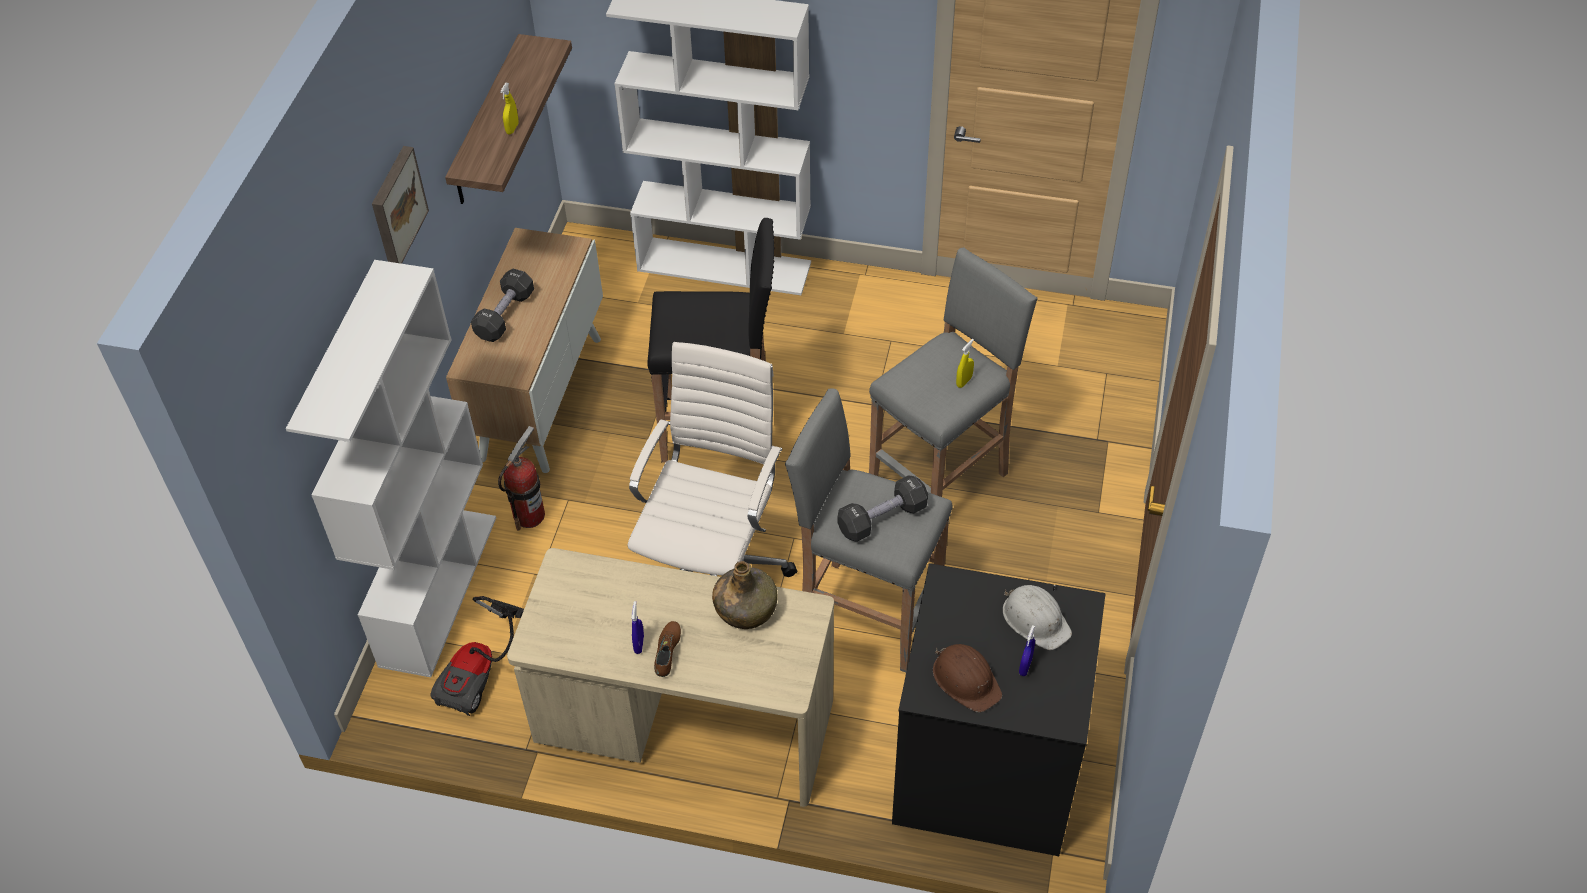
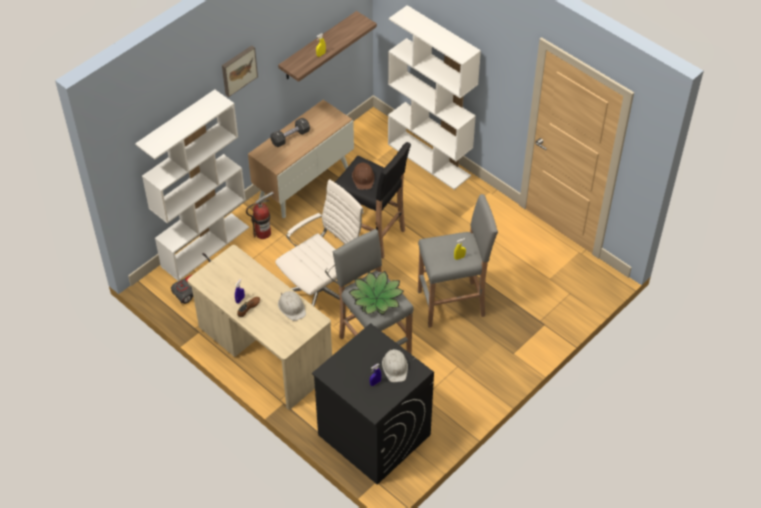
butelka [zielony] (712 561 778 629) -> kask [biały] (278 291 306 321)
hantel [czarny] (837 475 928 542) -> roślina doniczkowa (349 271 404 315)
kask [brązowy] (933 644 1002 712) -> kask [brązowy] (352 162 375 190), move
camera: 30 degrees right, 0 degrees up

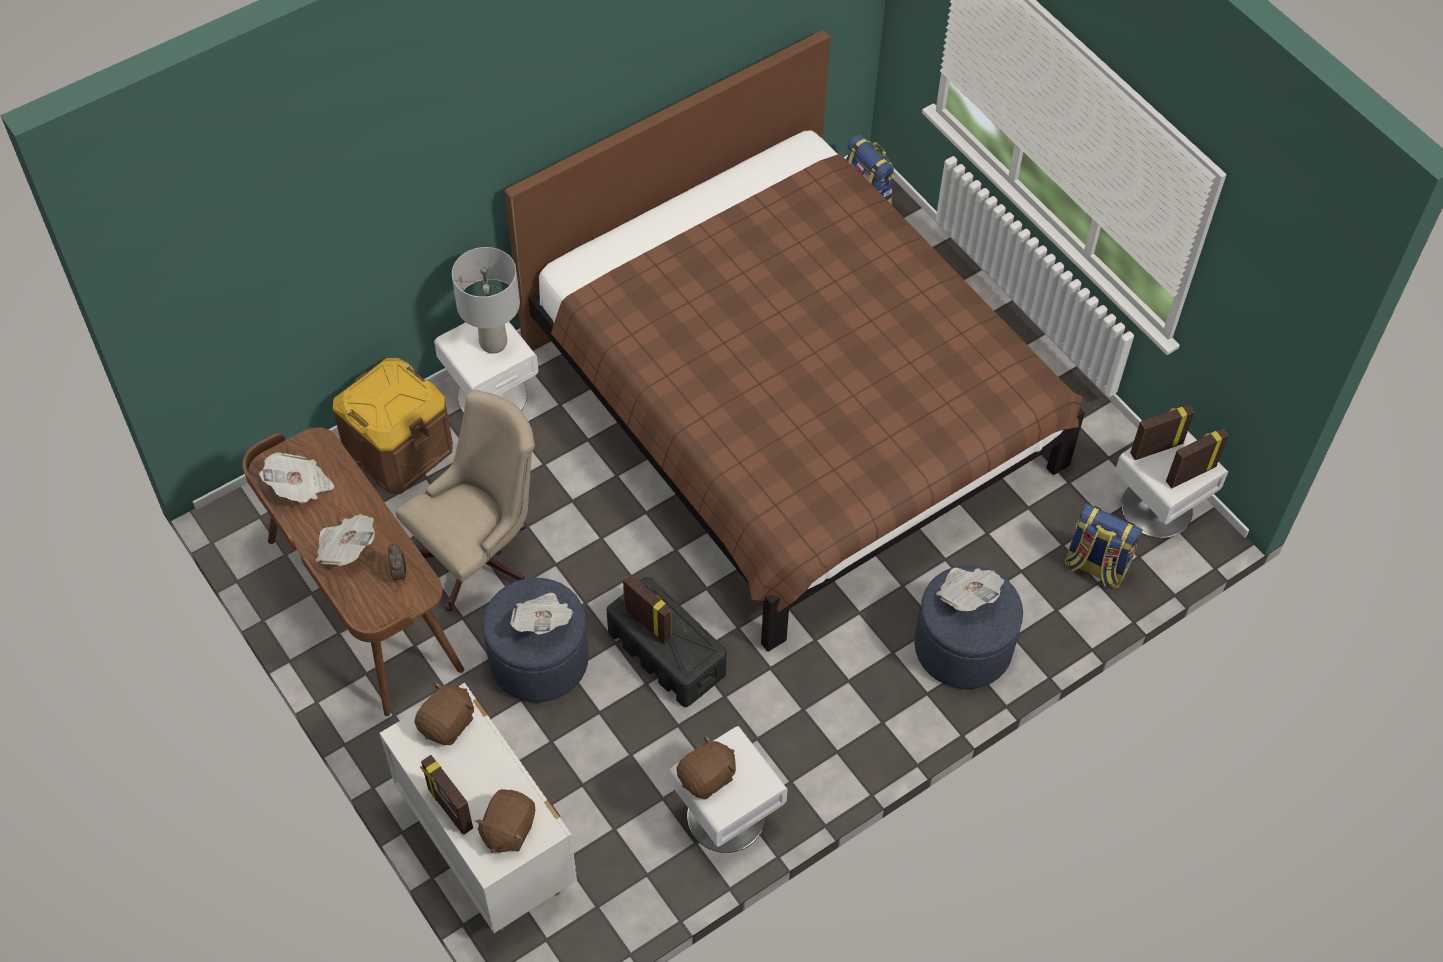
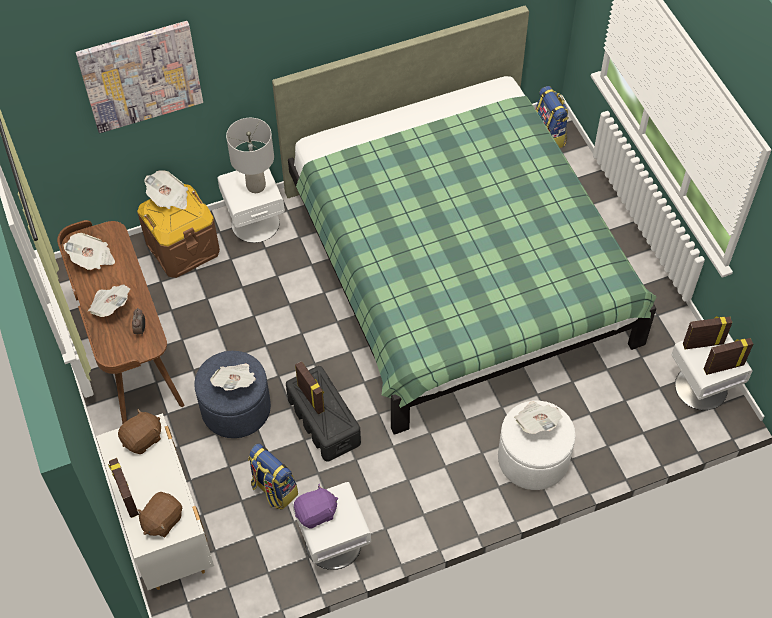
krzesło biurowe [beżowy] (396 390 535 612) -> none
łóżko [brązowy] (504 30 1085 652) -> łóżko [zielony] (272 6 657 434)
pluszak [brązowy] (676 735 736 799) -> pluszak [fioletowy] (294 484 338 529)
pufa [niebieski] (914 565 1023 689) -> pufa [biały] (498 401 575 490)
plecak (1065 503 1143 588) -> plecak (248 444 298 510), move
none -> obraz (76 21 203 133)
none -> gazeta (144 170 188 209)
camera: 15 degrees right, 0 degrees up

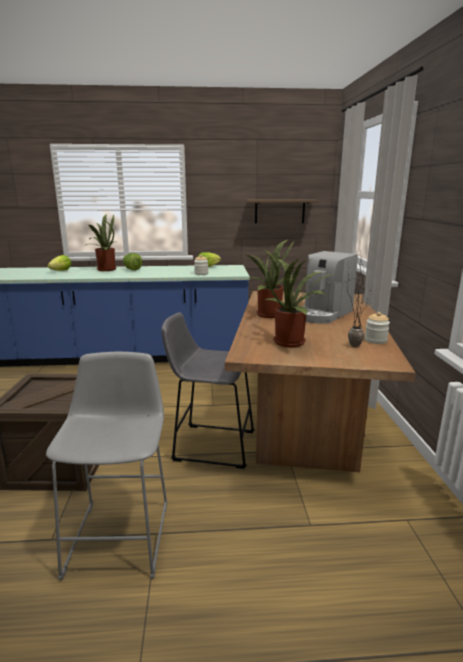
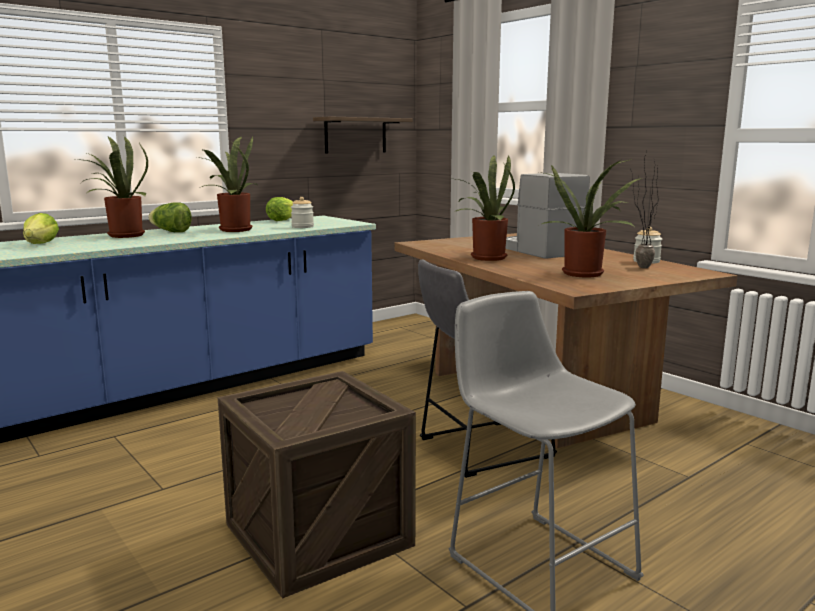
ekspres do kawy (302 251 358 323) -> ekspres do kawy (505 173 590 259), 150 degrees clockwise
none -> roślina doniczkowa (197 137 258 232)
camera: 35 degrees left, 5 degrees down

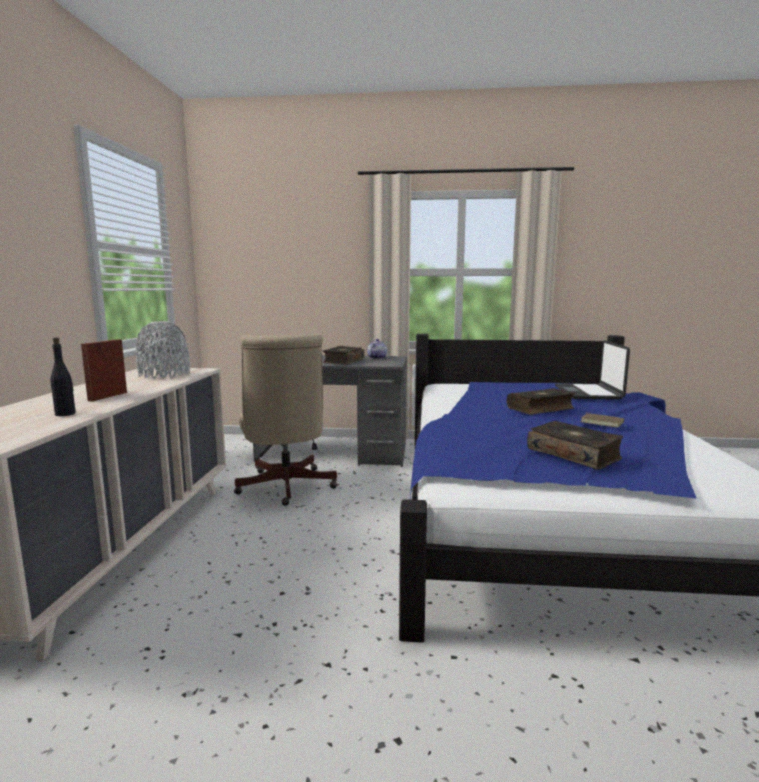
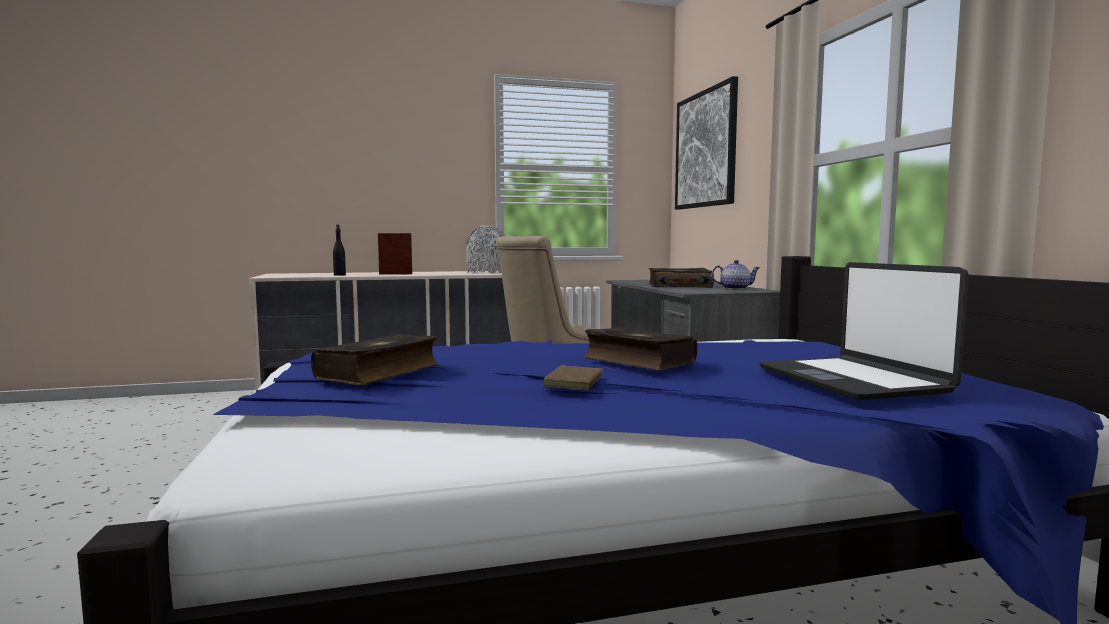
laptop (555 340 630 400) -> laptop (760 262 969 401), 90 degrees counterclockwise
none -> obraz (675 76 738 210)
camera: 70 degrees right, 5 degrees down

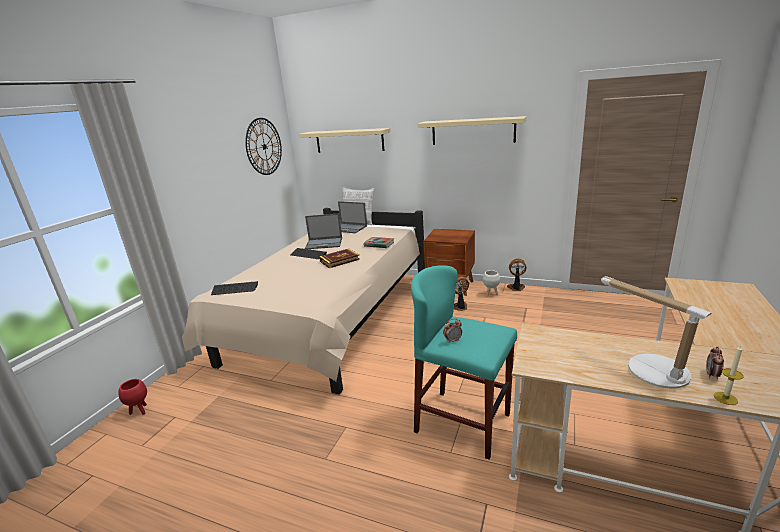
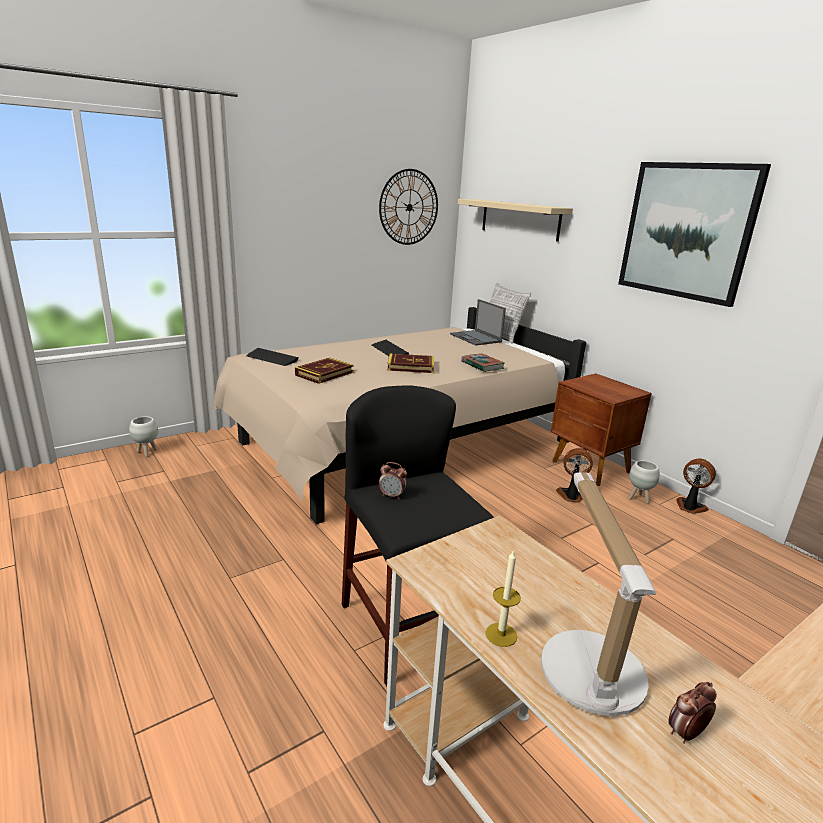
donica [czerwony] (118 379 147 415) -> donica [biały] (129 416 158 457)
laptop (305 213 342 249) -> none
stołek [turkusowy] (411 265 517 460) -> stołek [czarny] (342 385 494 686)
półka [beżowy] (417 116 526 145) -> obraz (618 162 771 307)
świeca (714 345 744 405) -> świeca (485 549 521 647), move
none -> książka (295 358 354 384)
camera: 30 degrees right, 0 degrees up

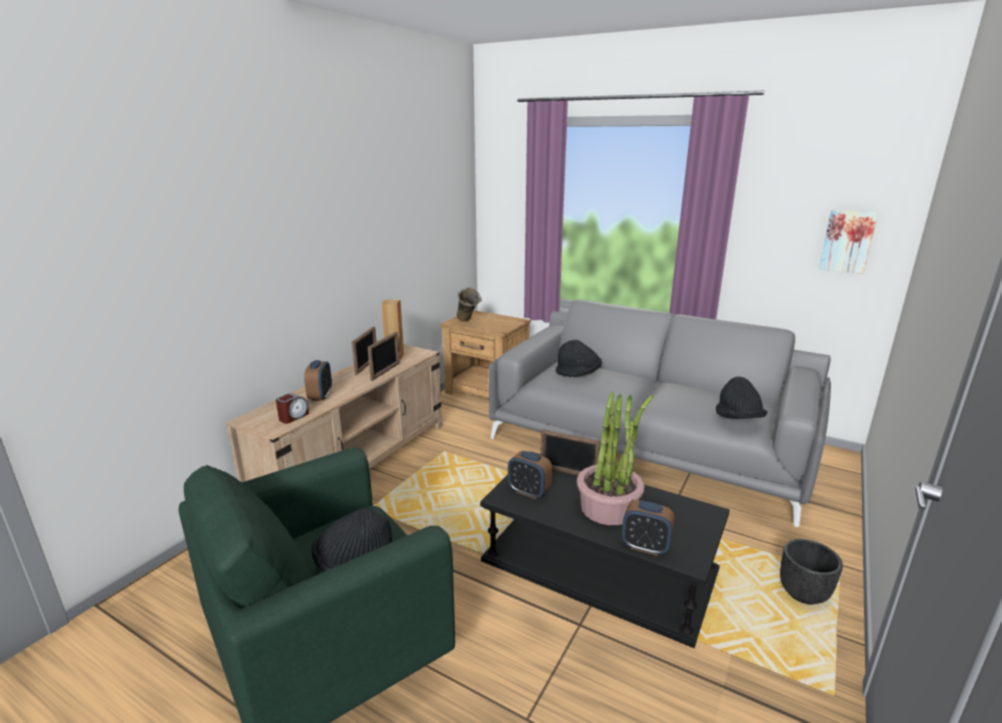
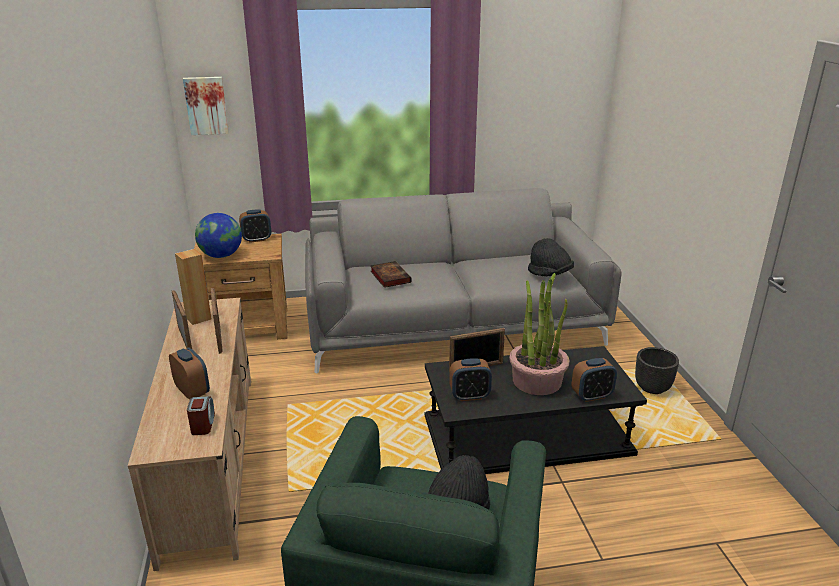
wazon [beżowy] (457 287 482 322) -> globus (195 213 242 258)
kapelusz [czarny] (556 340 602 377) -> książka (371 261 412 288)
obraz (819 209 878 274) -> obraz (183 77 229 135), move
none -> budzik (239 209 271 243)
camera: 40 degrees left, 5 degrees up

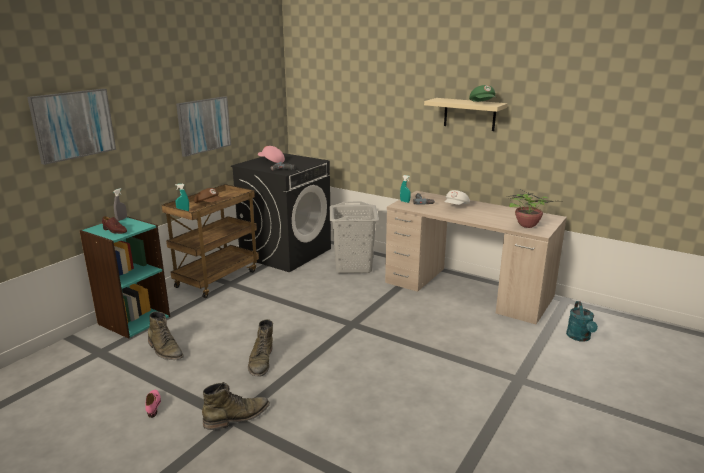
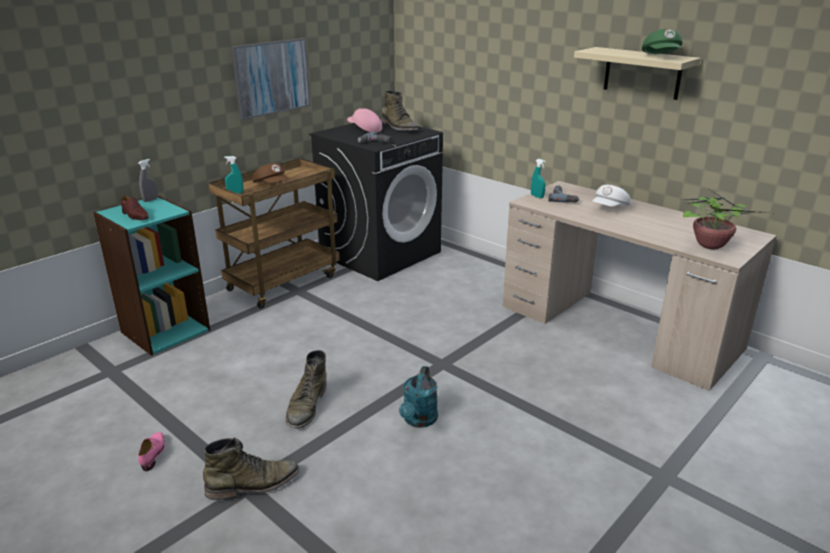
obraz (27 89 116 165) -> none
but z cholewką [zielony] (148 311 184 360) -> but z cholewką [zielony] (381 90 419 130), move
kosz na pranie [szary] (330 202 379 274) -> none
konewka [turkusowy] (566 301 598 342) -> konewka [turkusowy] (399 366 438 428), move
camera: 10 degrees right, 5 degrees up

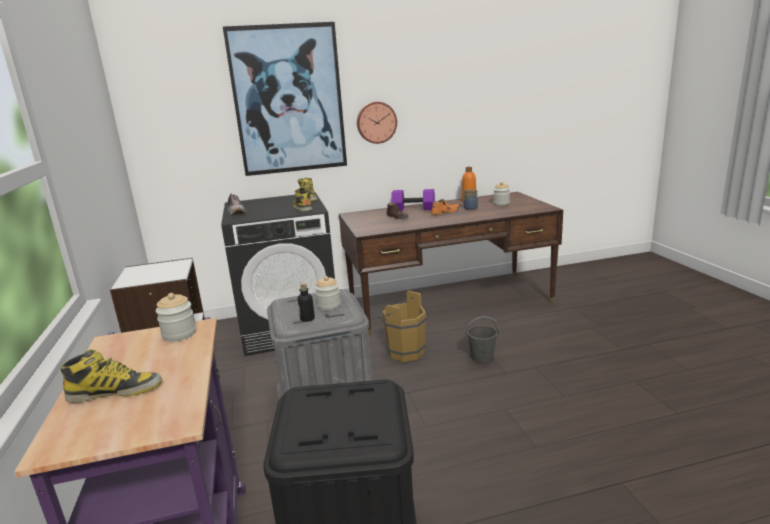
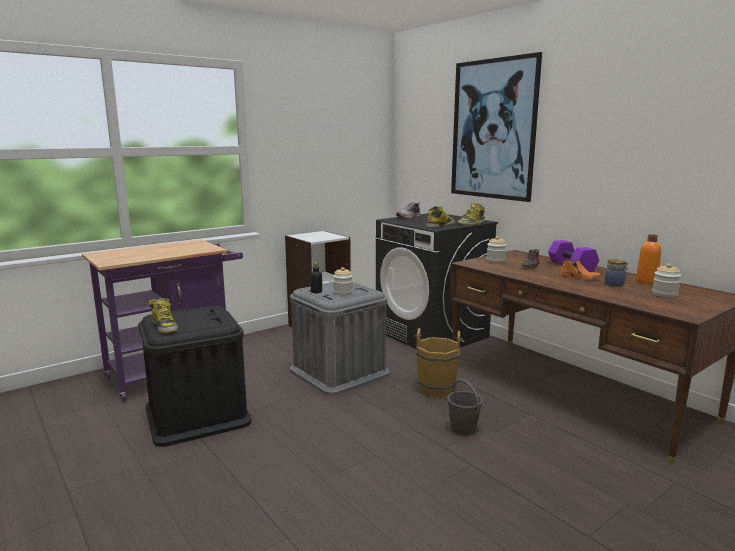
but z cholewką (61 349 162 403) -> but z cholewką (149 298 178 333), move
słoik (156 293 196 342) -> słoik (487 236 506 263), move
zegar ścienny (357 102 397 144) -> none
camera: 65 degrees right, 5 degrees down

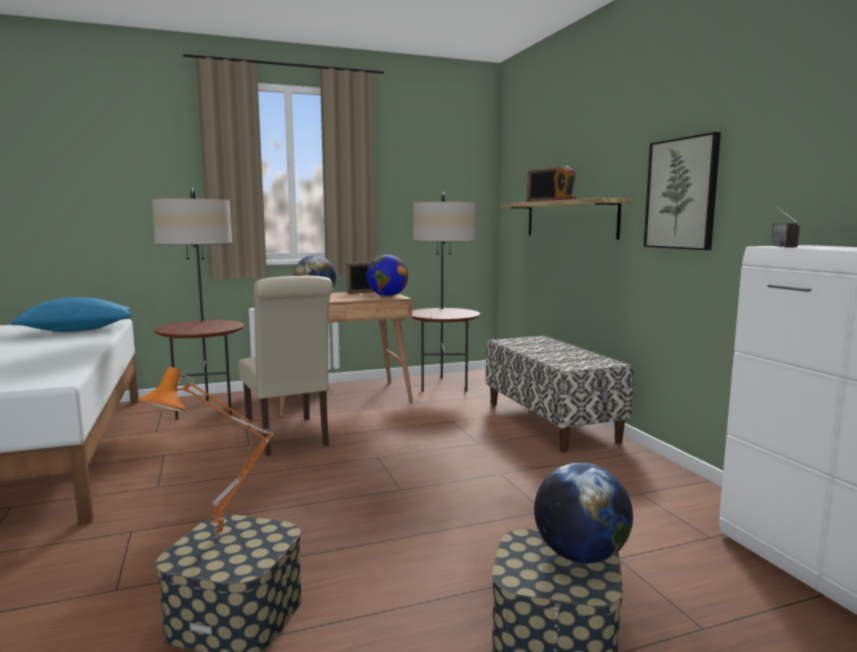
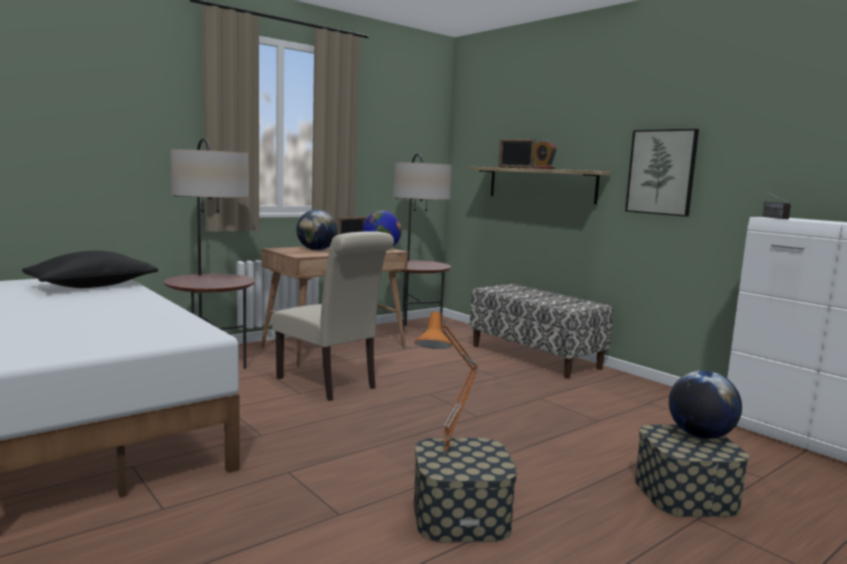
poduszka [niebieski] (10 297 132 332) -> poduszka [czarny] (22 251 158 288)
camera: 20 degrees left, 0 degrees up

